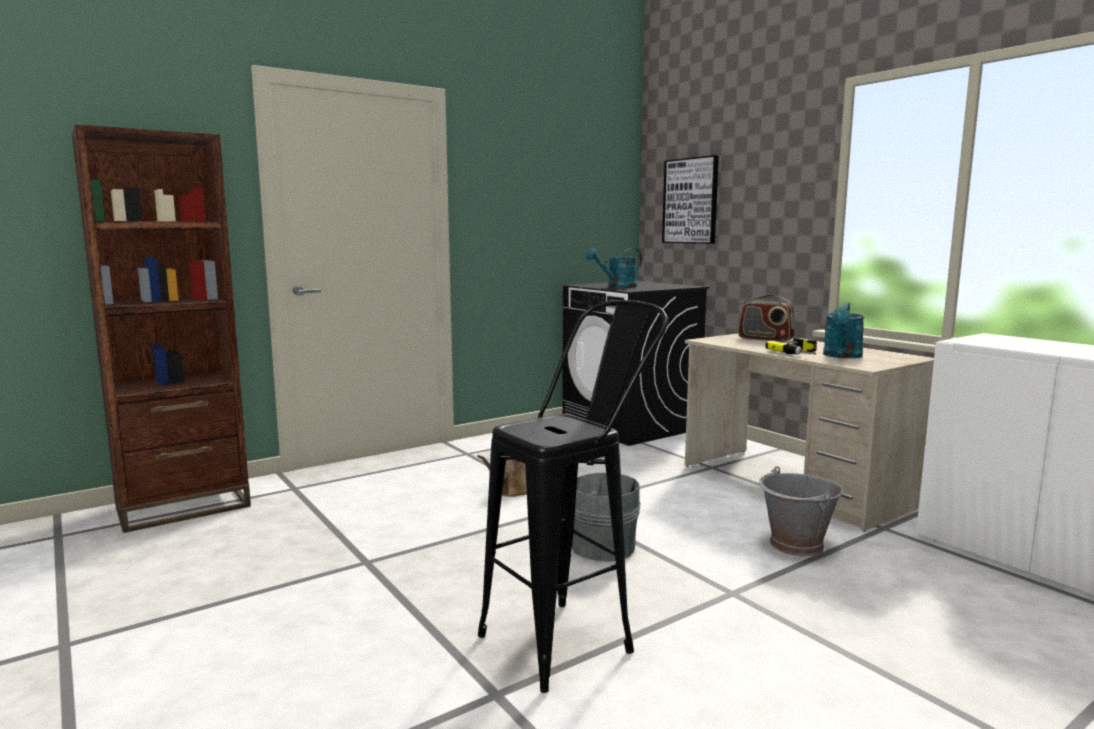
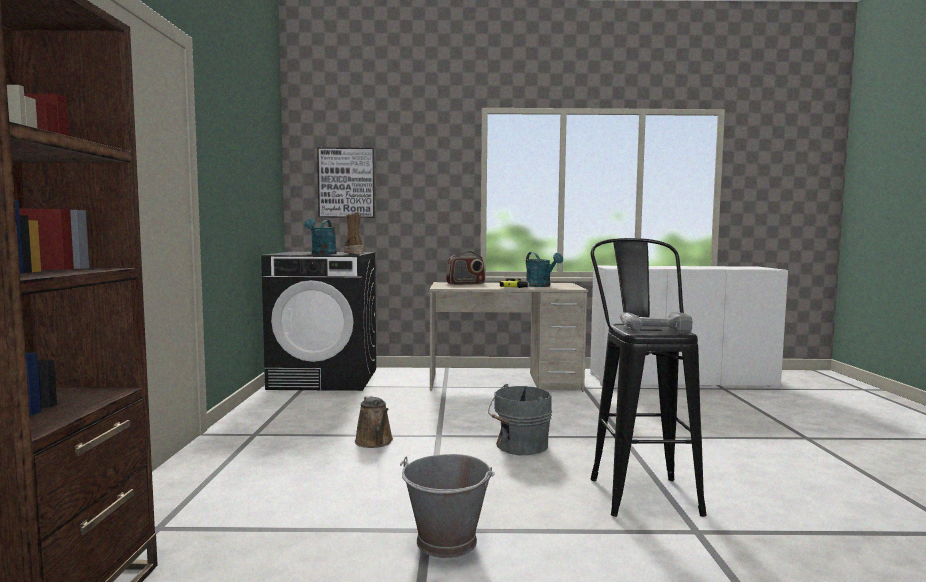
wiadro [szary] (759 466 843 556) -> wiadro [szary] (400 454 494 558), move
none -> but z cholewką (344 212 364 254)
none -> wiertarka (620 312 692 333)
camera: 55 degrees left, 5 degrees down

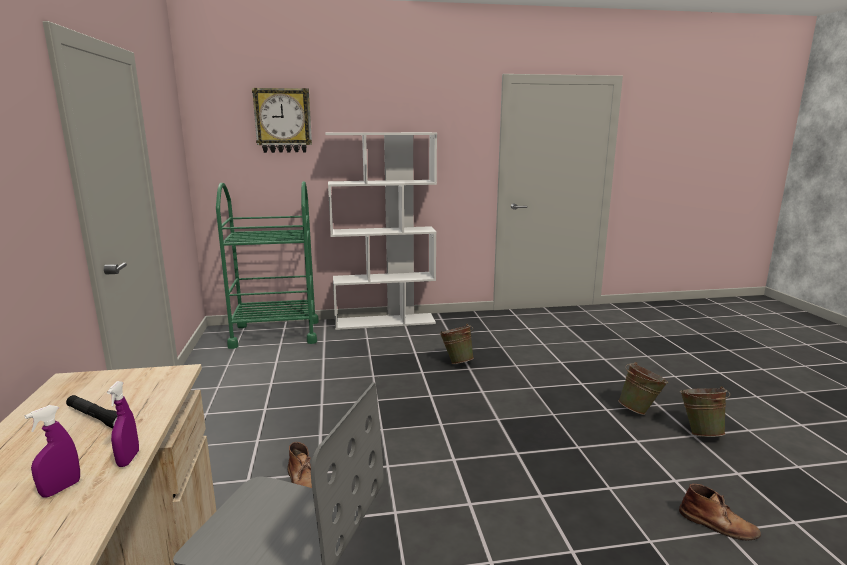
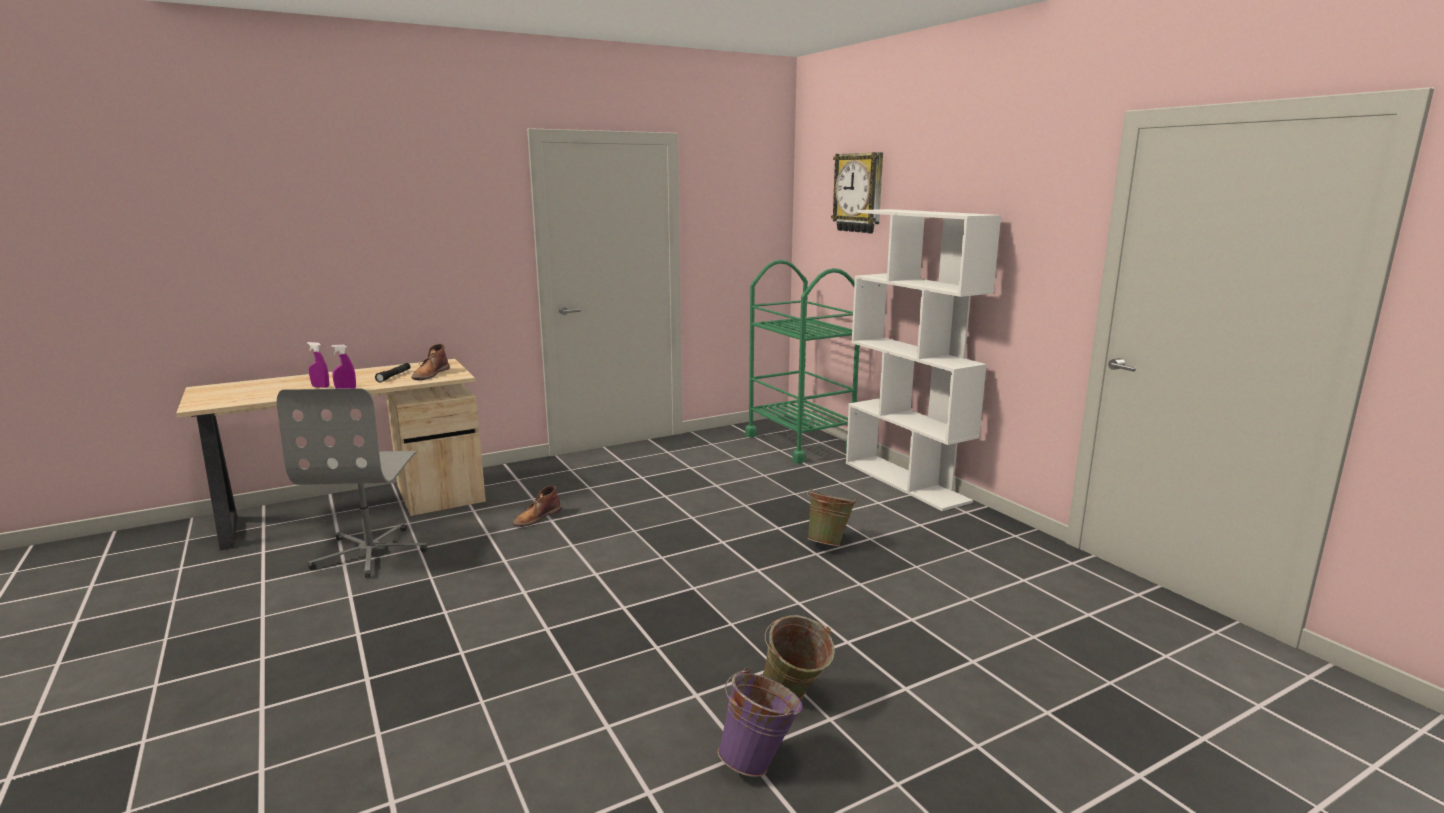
but z cholewką [brązowy] (679 484 761 540) -> but z cholewką [brązowy] (411 344 450 380), move
wiadro [zielony] (680 386 730 437) -> wiadro [fioletowy] (718 668 803 777)
camera: 70 degrees right, 0 degrees up

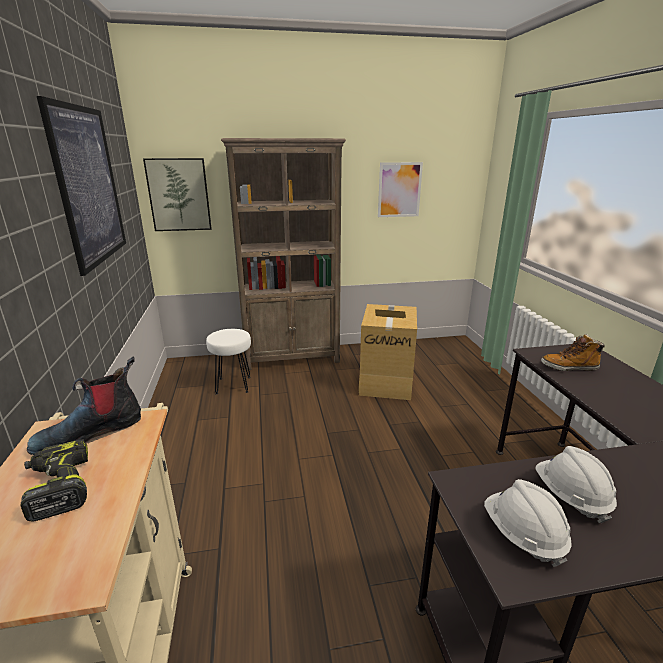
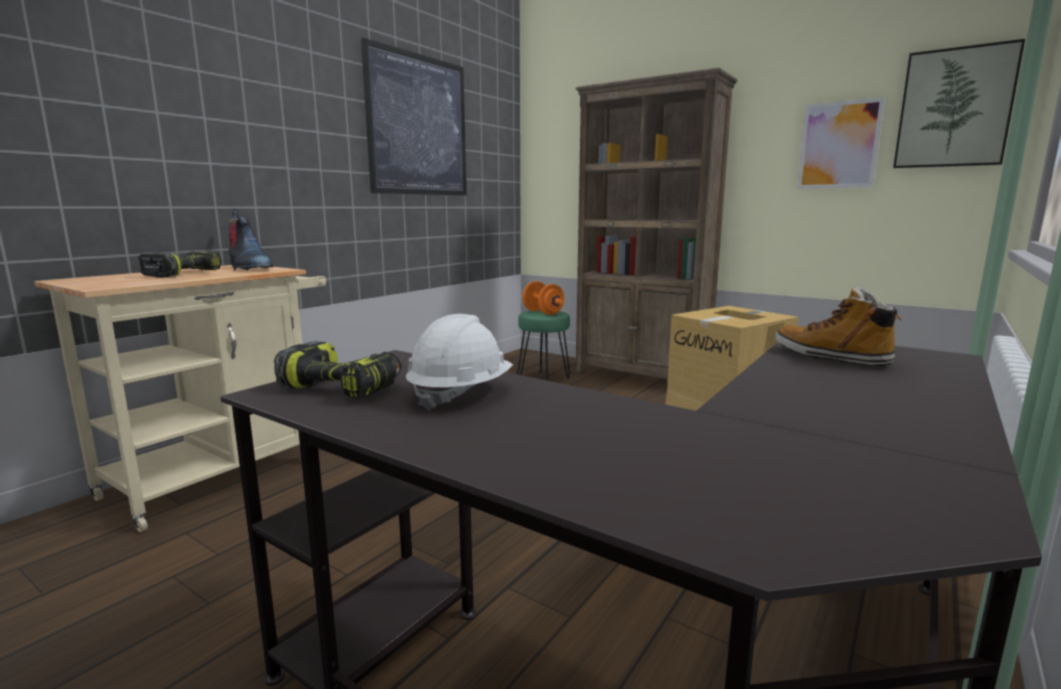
but z cholewką (27 357 141 455) -> but z cholewką (228 209 273 271), 135 degrees counterclockwise
obraz (143 158 212 231) -> obraz (893 39 1025 168), move
stołek [biały] (206 329 251 395) -> stołek [zielony] (517 310 570 381)
kask [biały] (484 479 572 567) -> wiertarka (274 341 403 399)
none -> hantel [pomarańczowy] (522 281 564 315)
camera: 45 degrees right, 10 degrees down

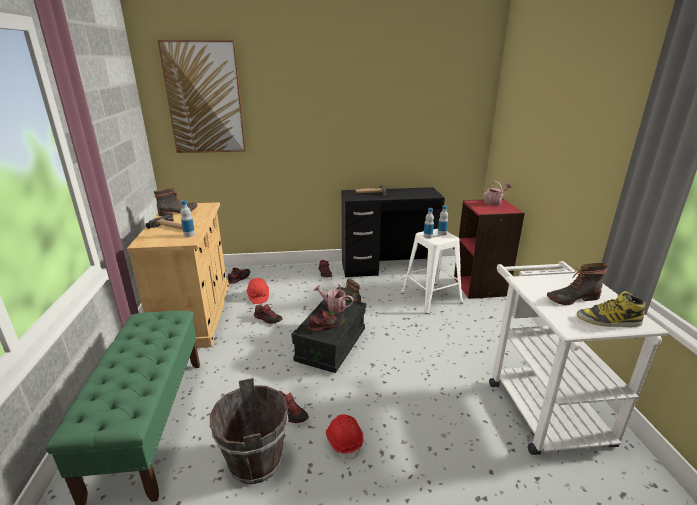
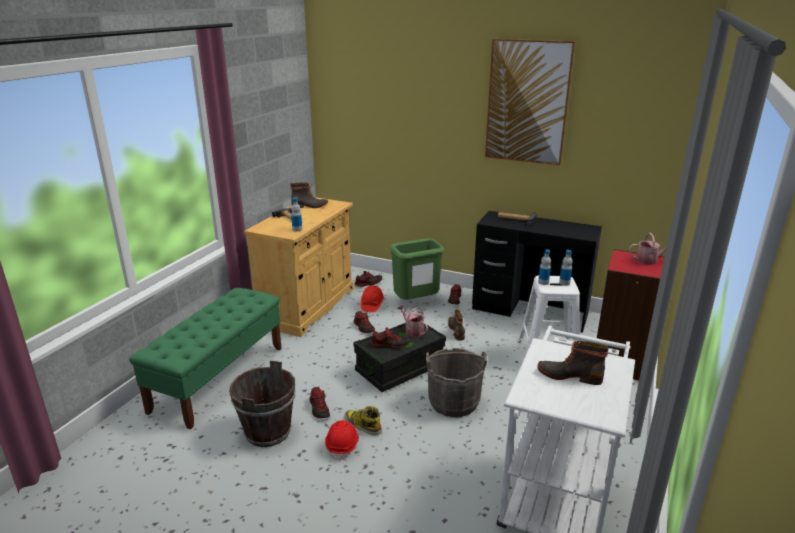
obraz (158 40 246 153) -> obraz (485 39 575 165), move
but z cholewką (577 291 646 327) -> but z cholewką (344 406 382 435), move
none -> kosz na śmieci [zielony] (390 238 444 300)
none -> wiadro [szary] (426 348 487 417)
camera: 30 degrees right, 0 degrees up

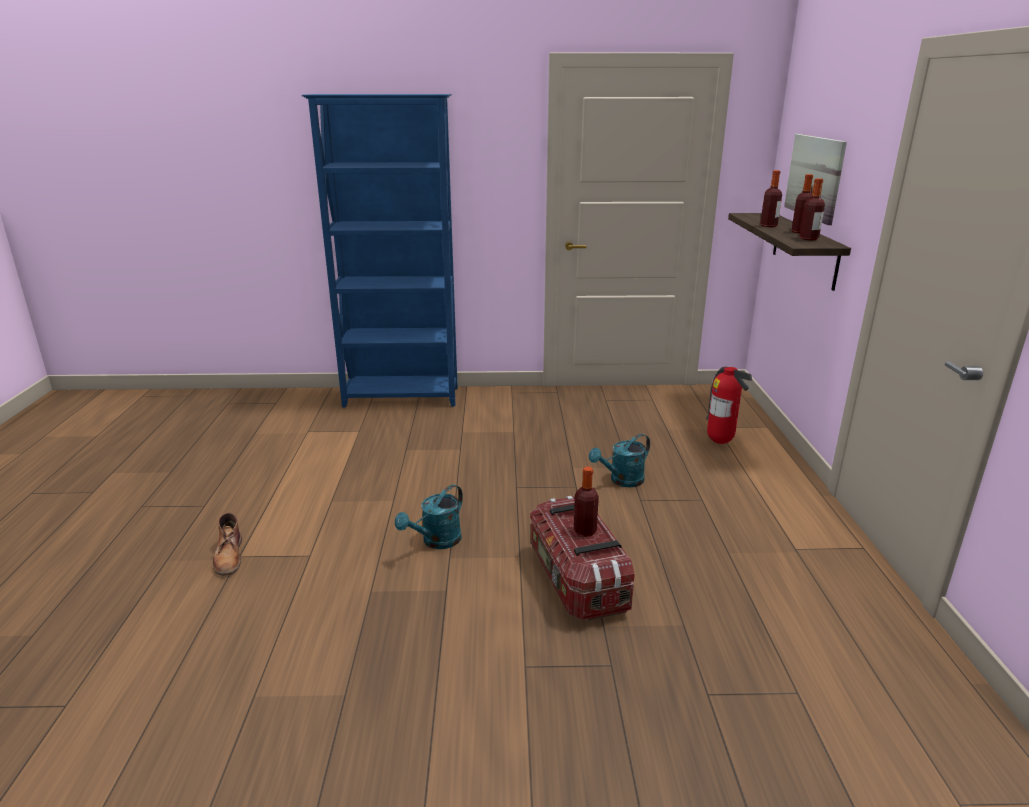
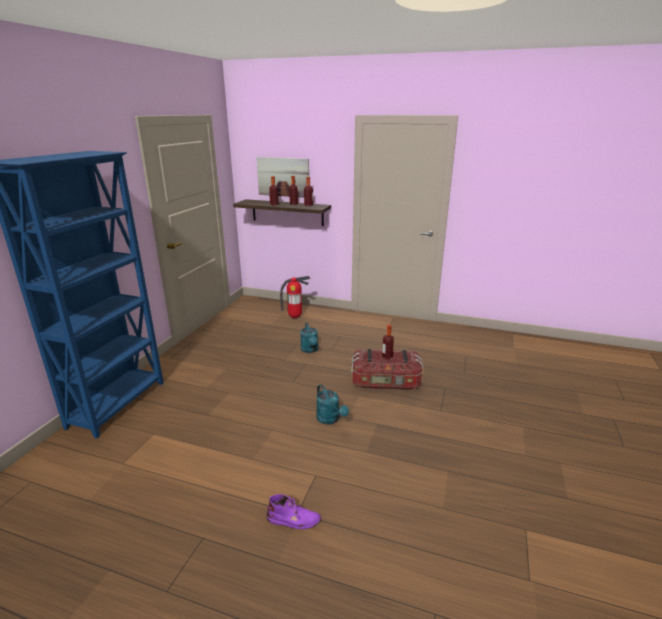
but z cholewką [brązowy] (213 513 242 576) -> but z cholewką [fioletowy] (266 494 321 529)
camera: 70 degrees left, 0 degrees up

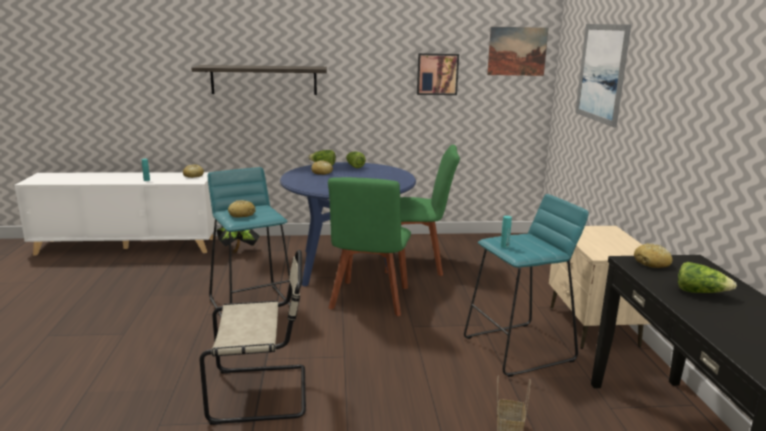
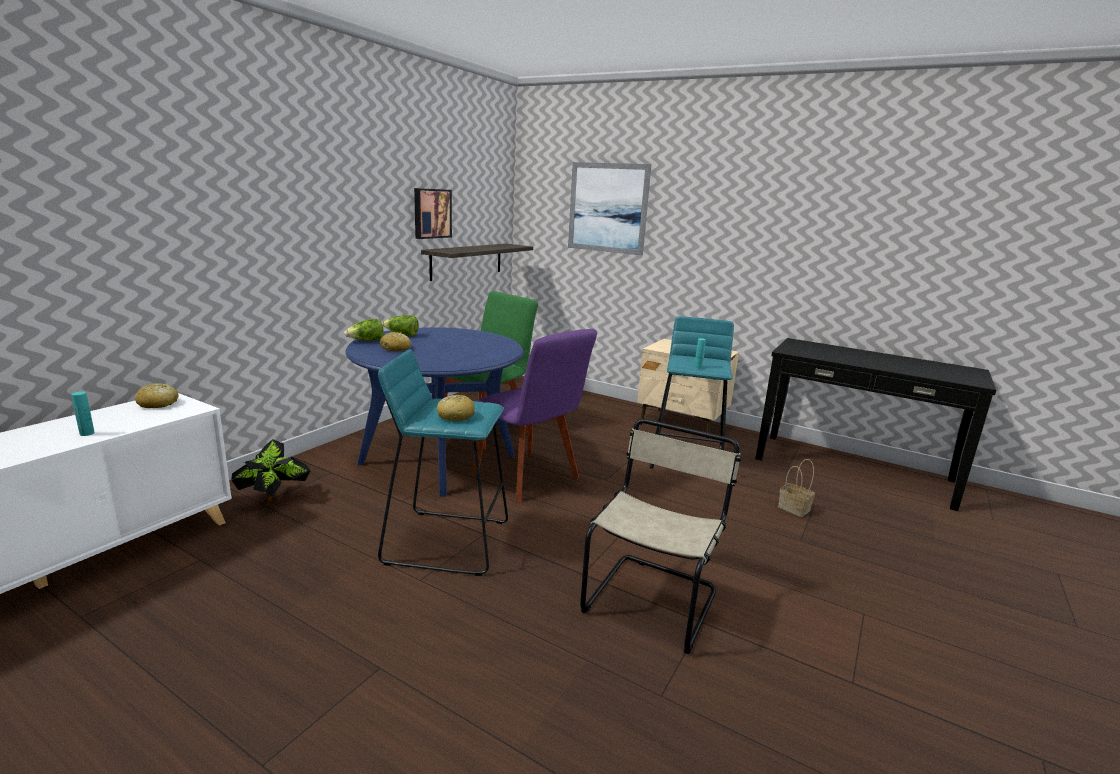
półka (191 65 327 95) -> półka (421 244 533 281), move
krzesło [zielony] (328 177 411 316) -> krzesło [fioletowy] (472 329 597 502)
obraz (487 27 549 76) -> none
chleb (634 243 672 268) -> none
sałata (678 262 737 293) -> none
camera: 55 degrees left, 0 degrees up

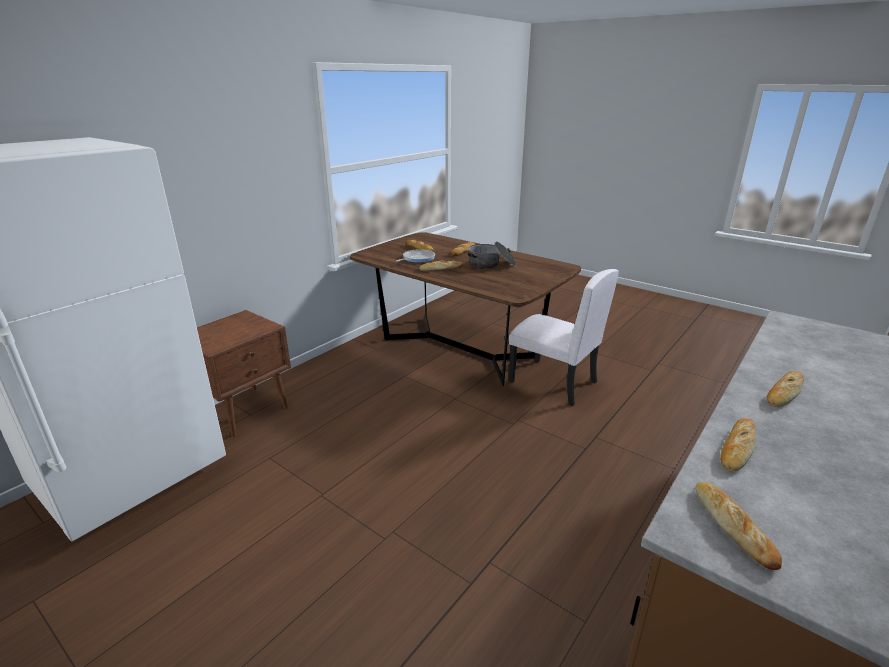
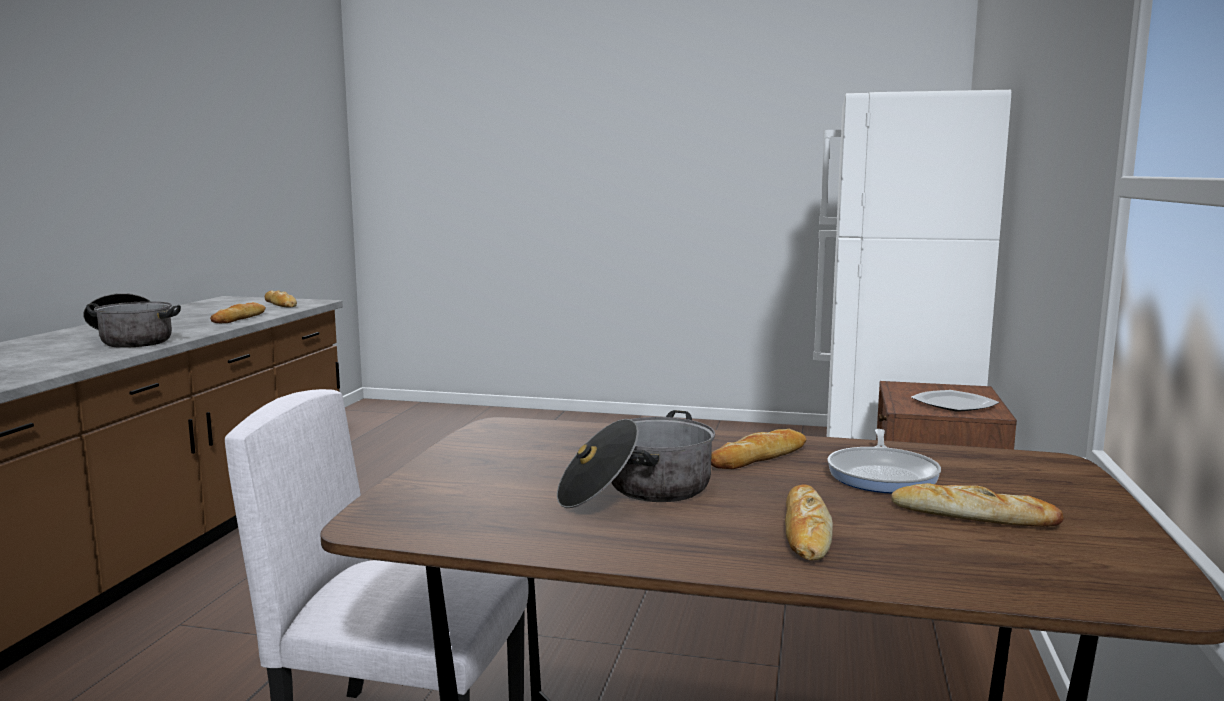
chleb (766 371 804 407) -> garnek (83 293 181 348)
none -> talerz (911 390 999 412)
camera: 155 degrees right, 15 degrees down

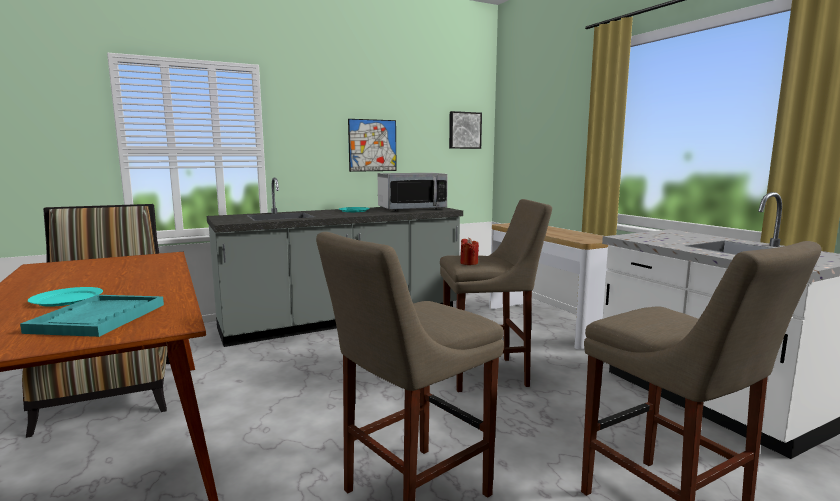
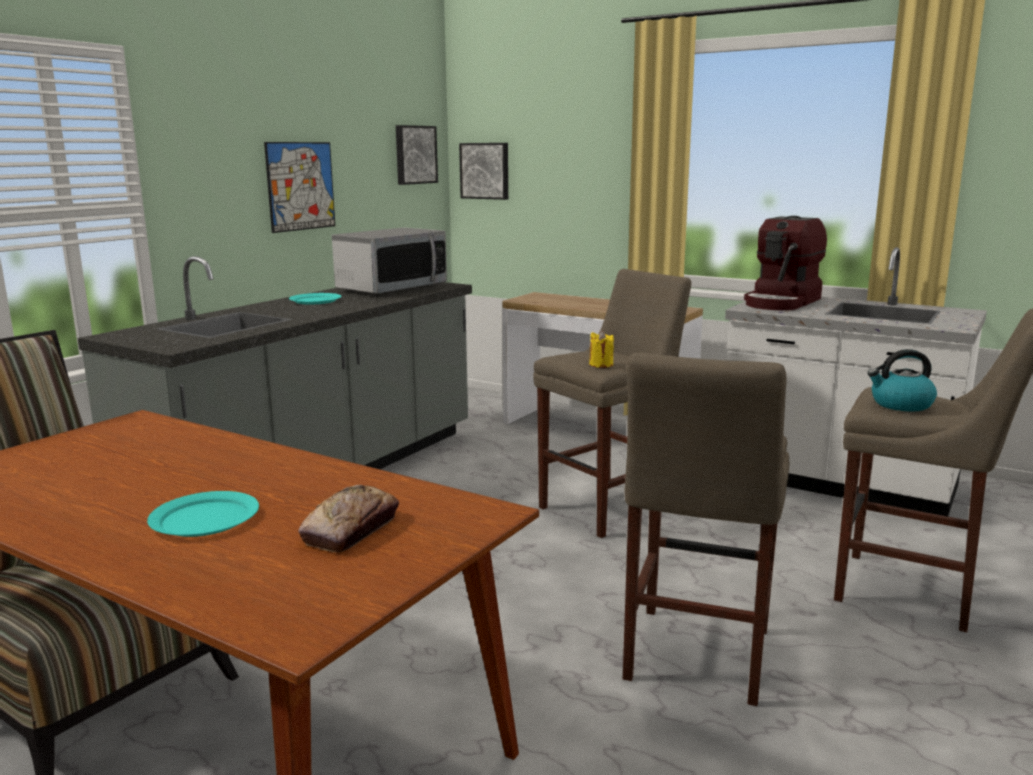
taca [turkusowy] (20 295 164 337) -> chleb (298 485 399 552)
świeca [czerwony] (461 238 479 265) -> świeca [żółty] (589 331 614 368)
none -> obraz (459 143 508 200)
none -> ekspres do kawy (744 216 827 310)
none -> czajnik (868 349 937 412)
camera: 30 degrees left, 5 degrees up

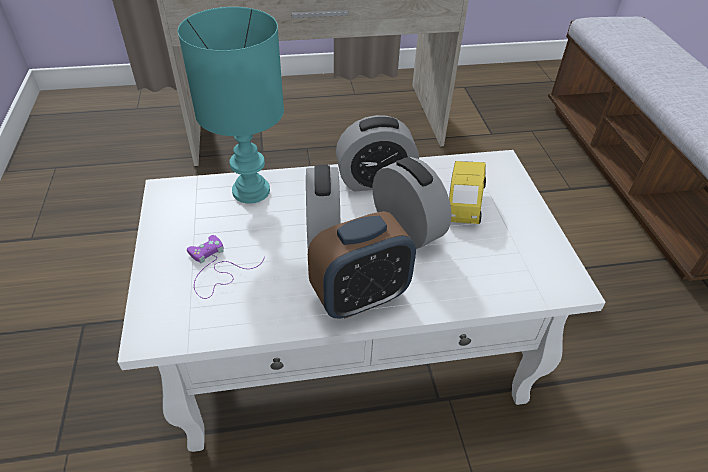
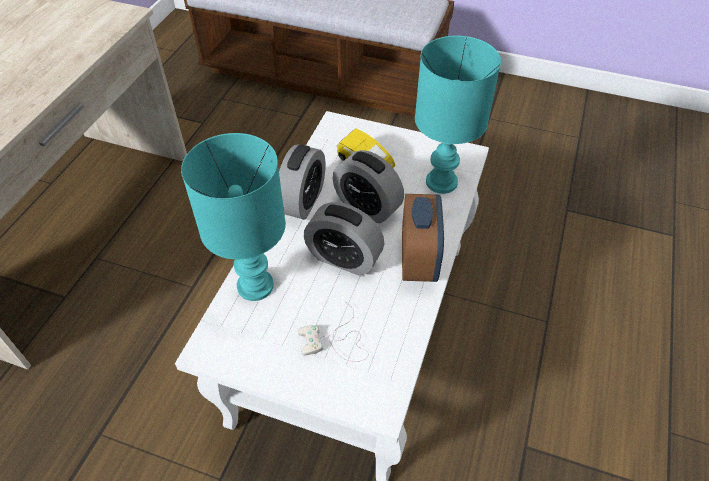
pad do gier [fioletowy] (187 235 265 299) -> pad do gier [biały] (297 303 368 362)
budzik (372 157 452 249) -> budzik (333 150 404 223), 135 degrees counterclockwise
none -> lampa stołowa [turkusowy] (415 36 501 194)
camera: 60 degrees left, 5 degrees up

